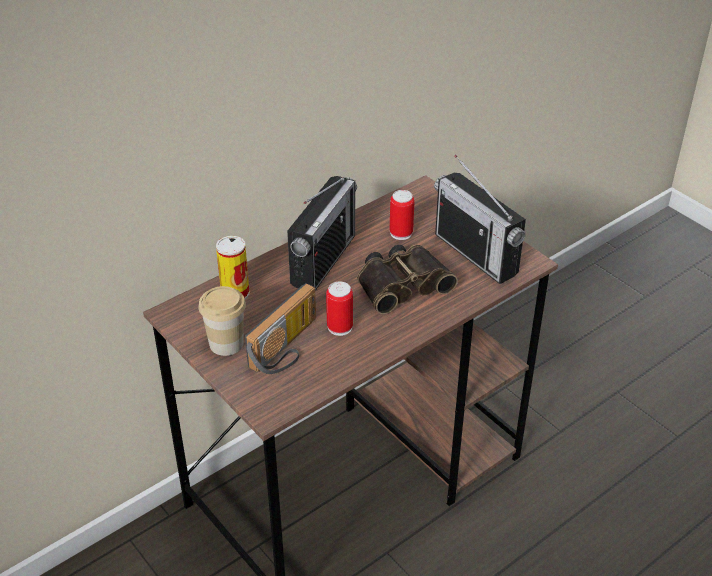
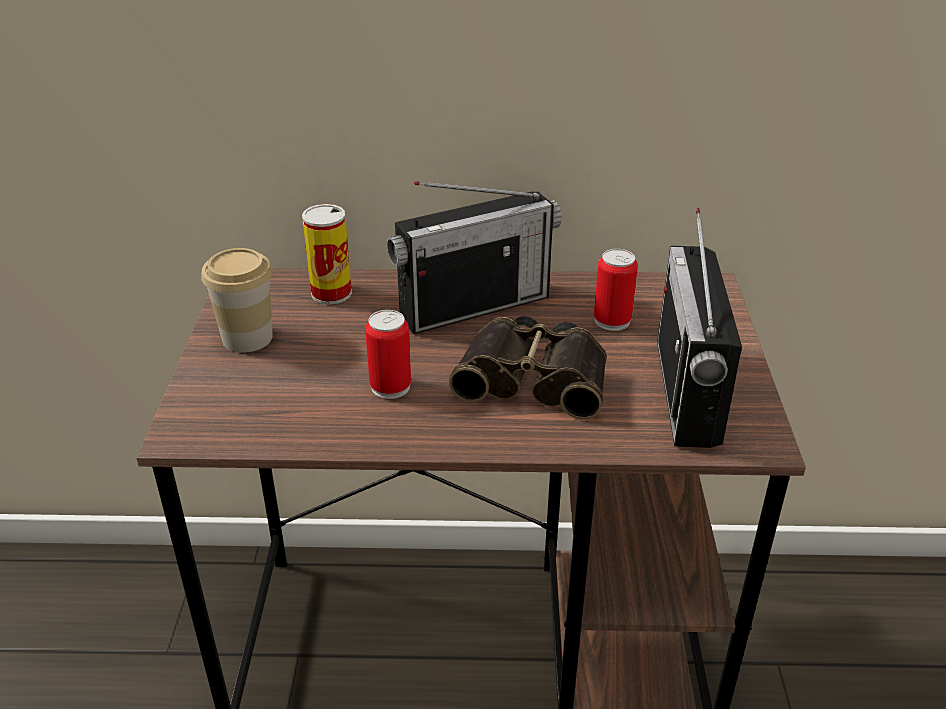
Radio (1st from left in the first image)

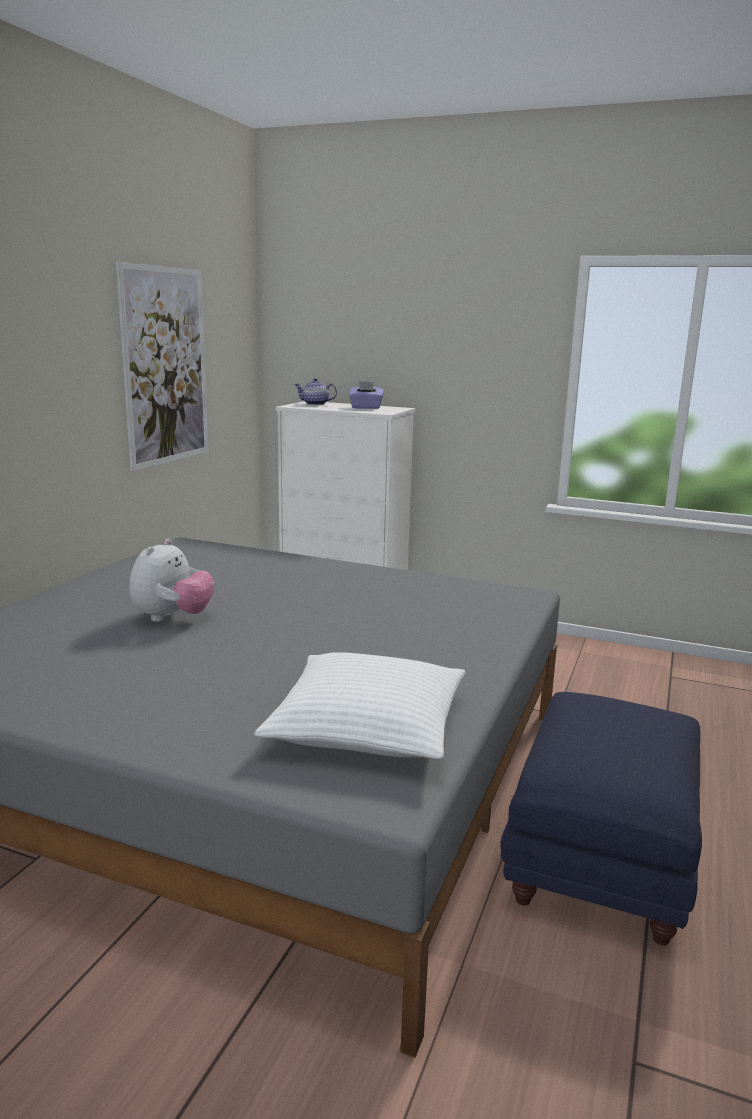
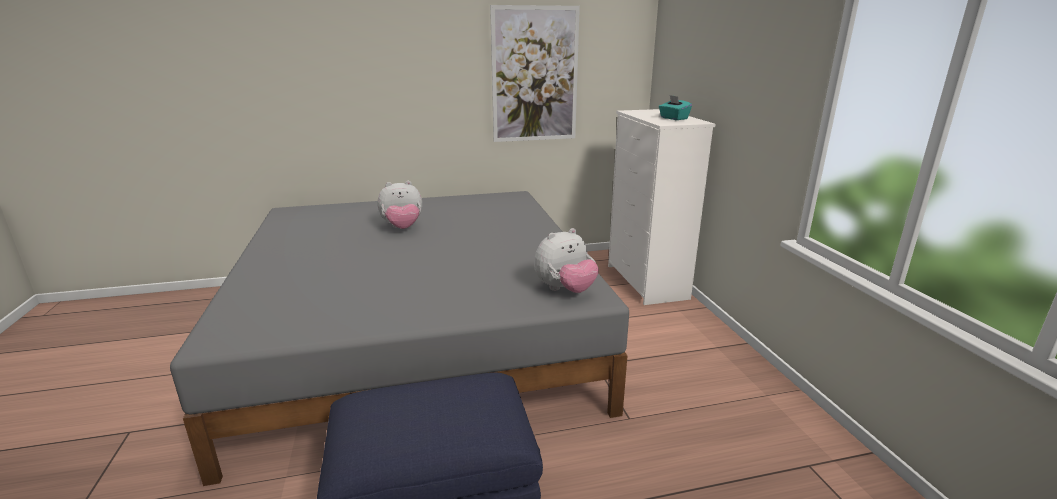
Plüschtier (2nd from left)
Taschentuchbox (türkis)
Kissen (weiß)
Teekanne

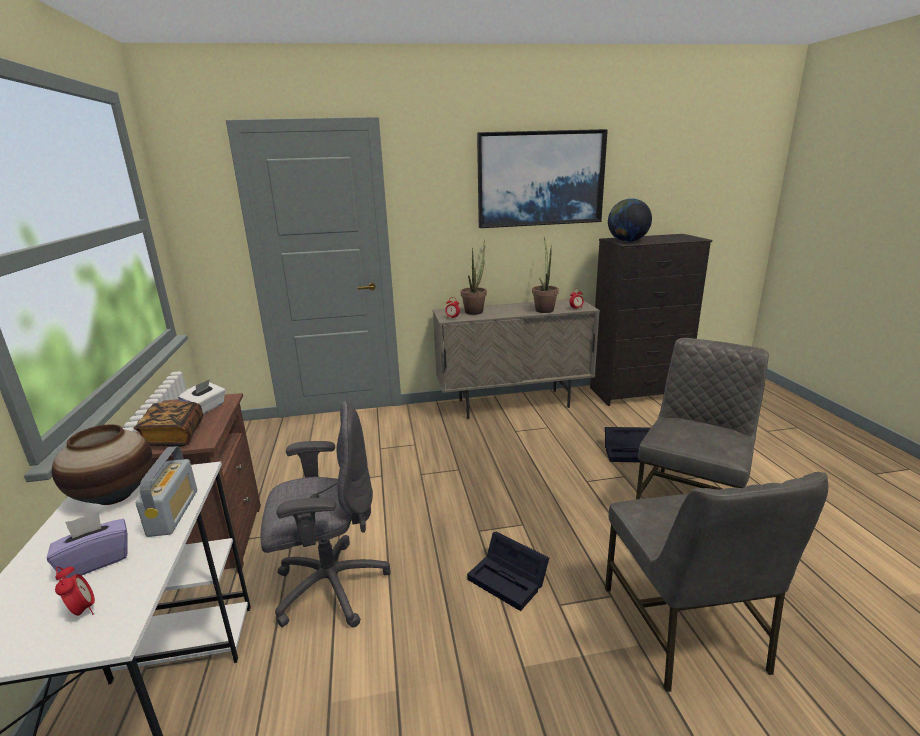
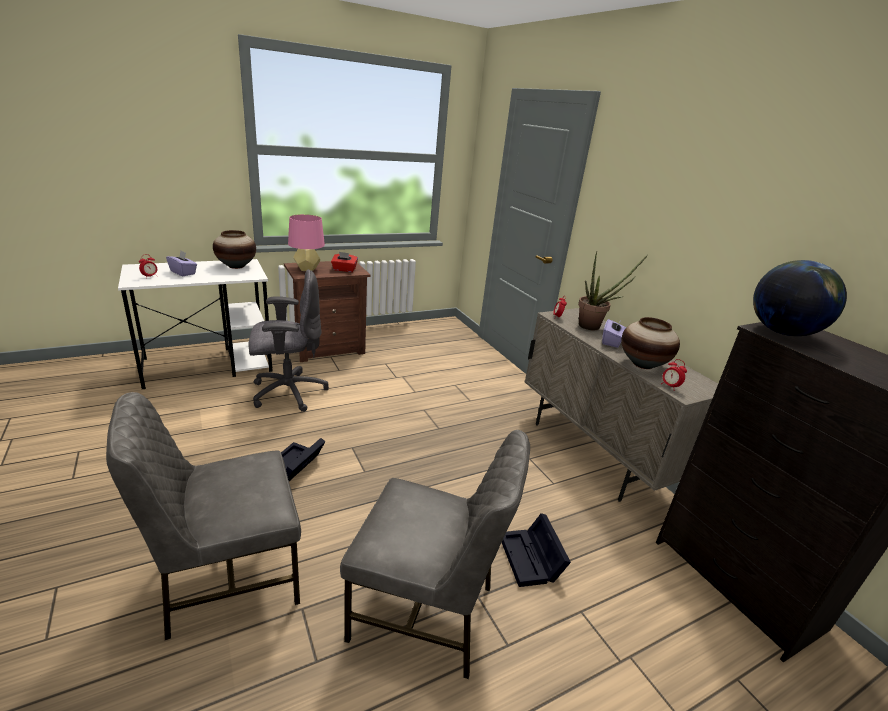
Bürostuhl (grau)
Tischlampe (rosa)
Taschentuchbox (rot)
Taschentuchbox (lila) (2nd from left)
Vase (2nd from left)
Radio
Bild

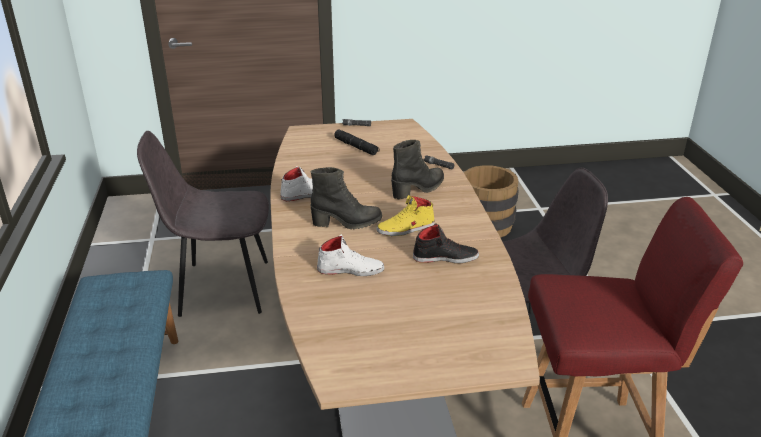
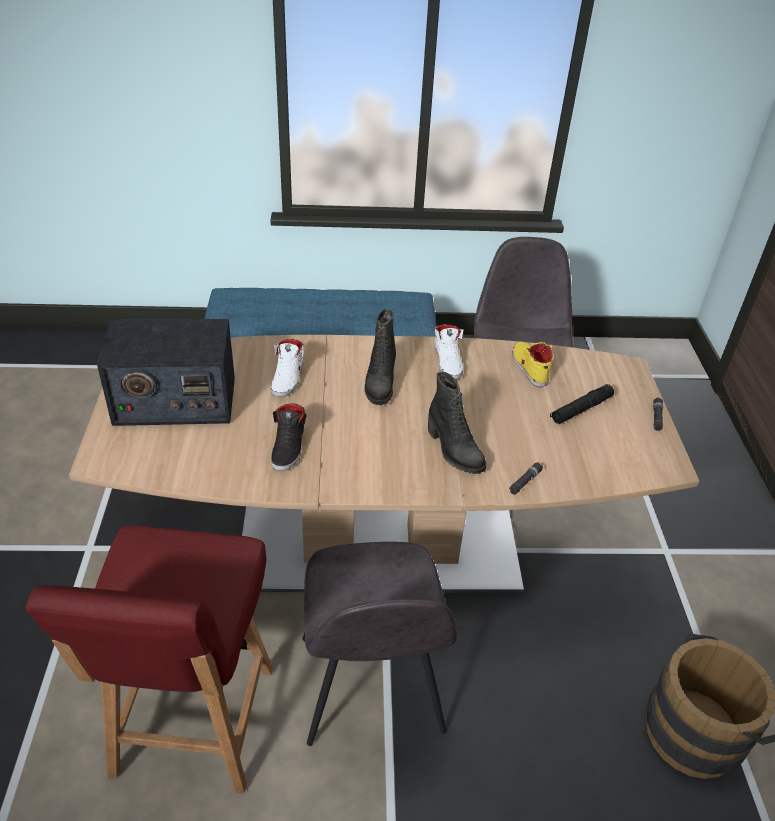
Radio
Schuh (gelb)

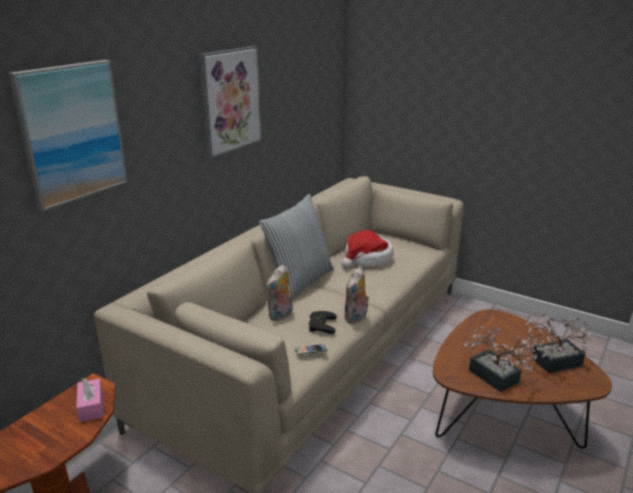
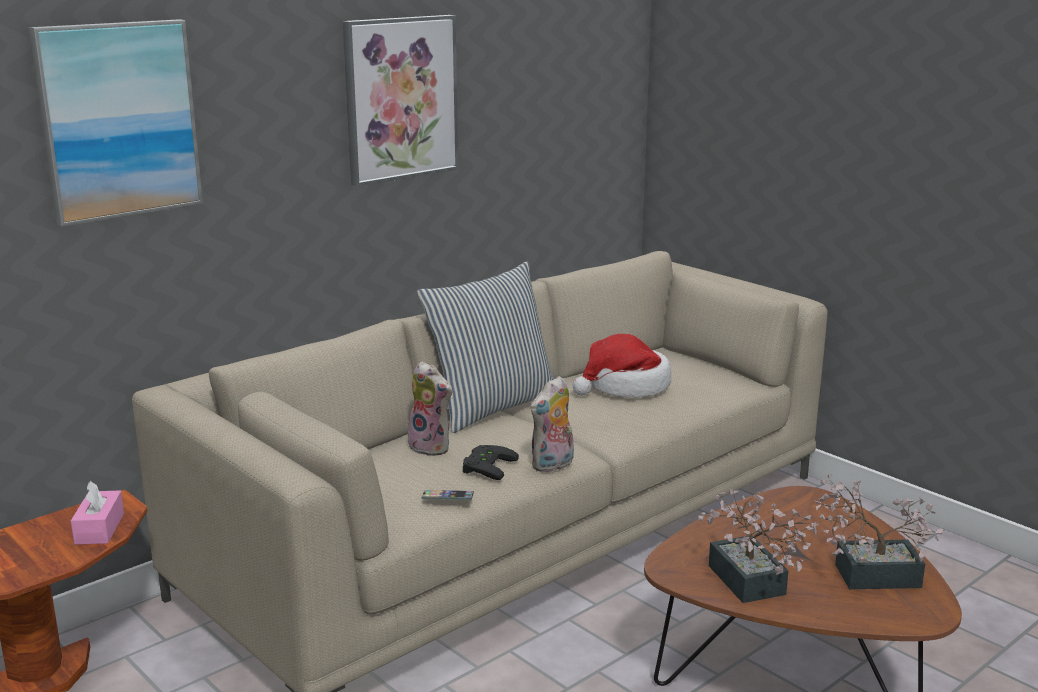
Plüschtier (1st from left)

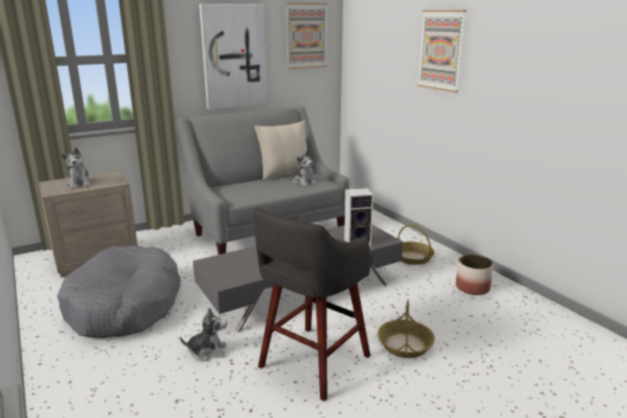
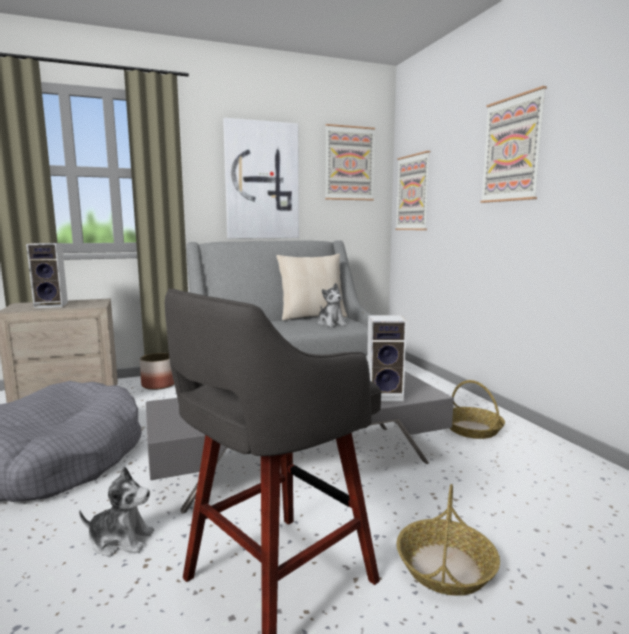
Lautsprecher (1st from left)
Pflanzkübel
Bild (3rd from left)

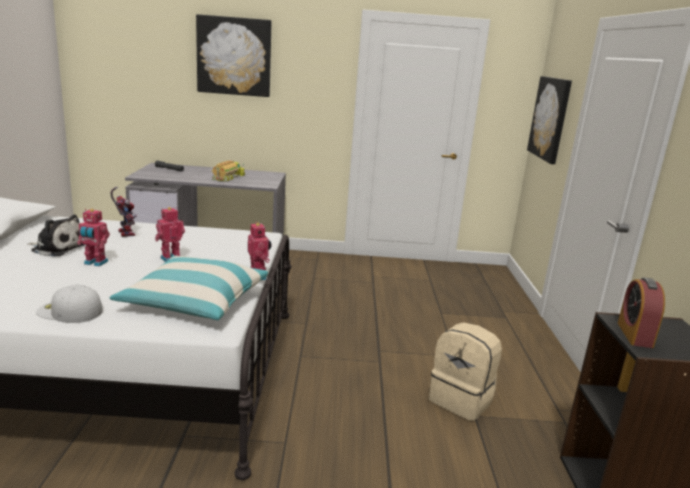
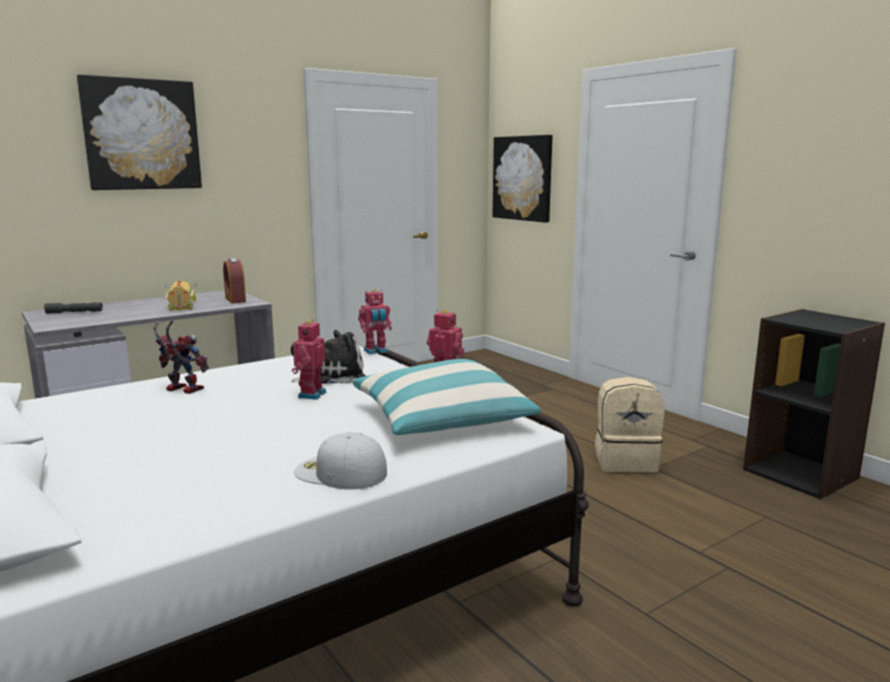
Wecker
Plüschtier
Kappe (weiß)
Spielzeugroboter (3rd from left)

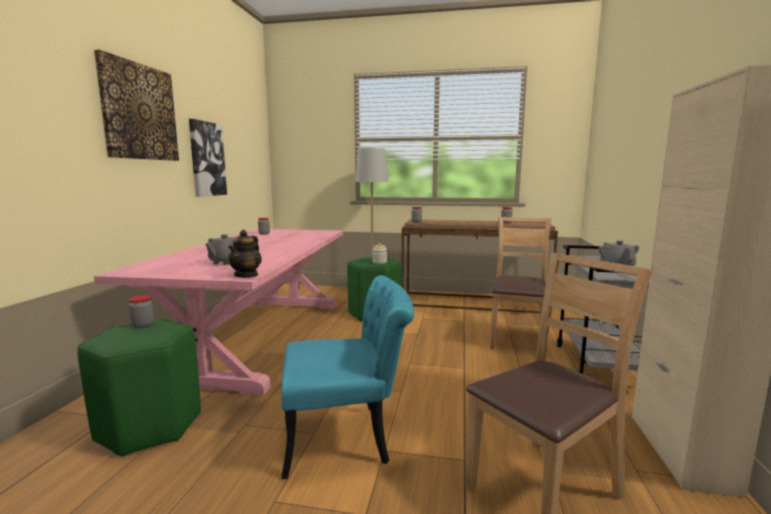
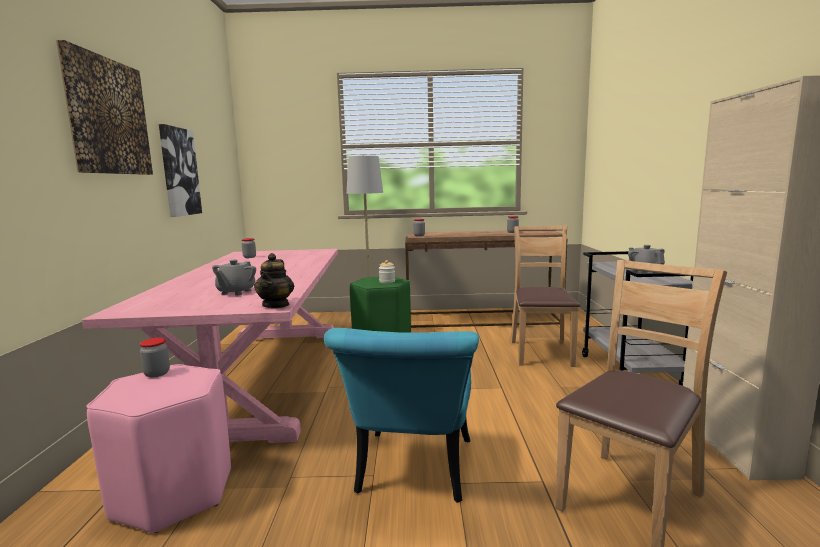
Hocker (rosa)
Stuhl (türkis)

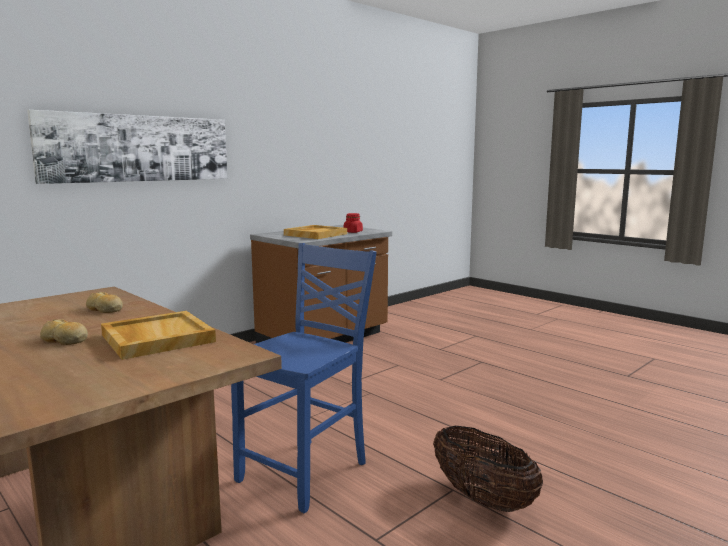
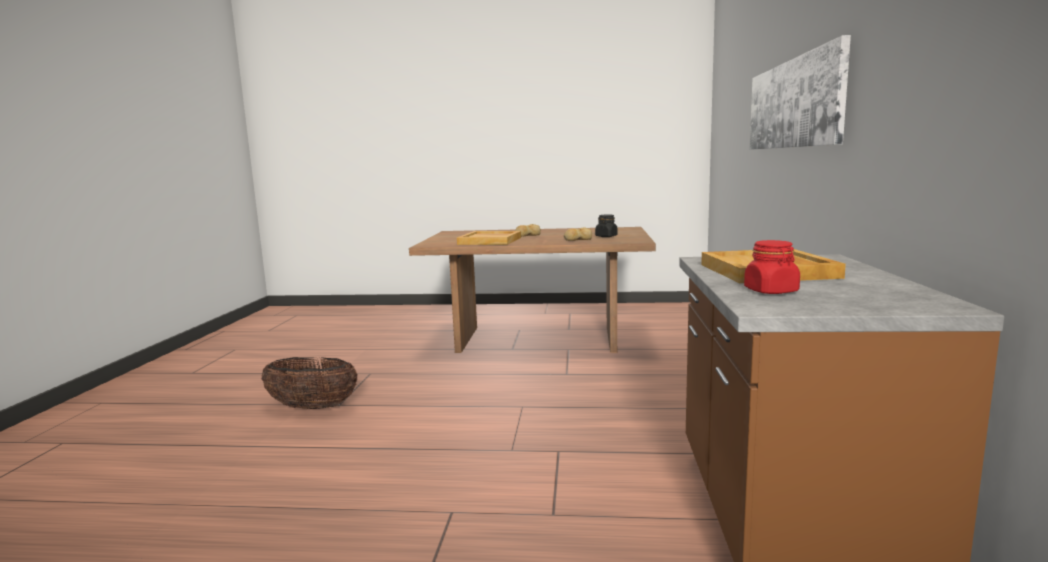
Vorratsglas (schwarz)
Stuhl (blau)

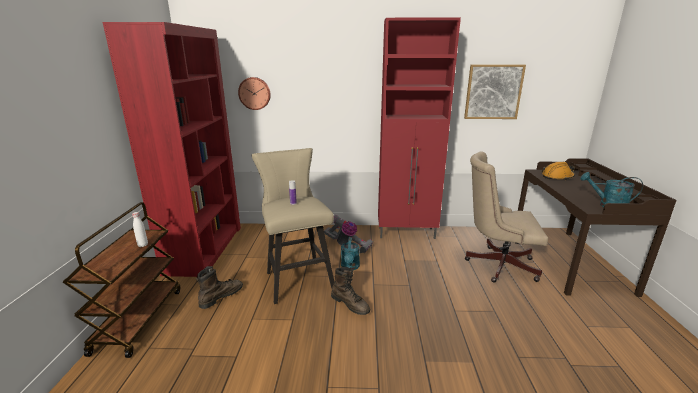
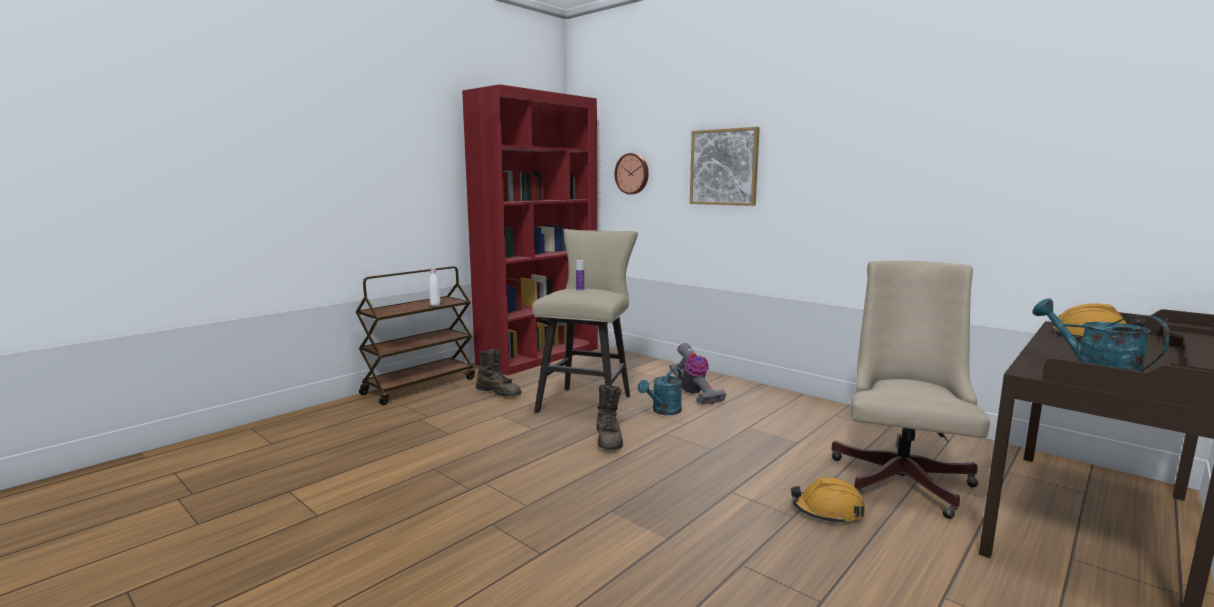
Stiefel (braun) (1st from left)
Bild
Schutzhelm (orange) (1st from left)
Bürostuhl (beige)
Schrank (rot)

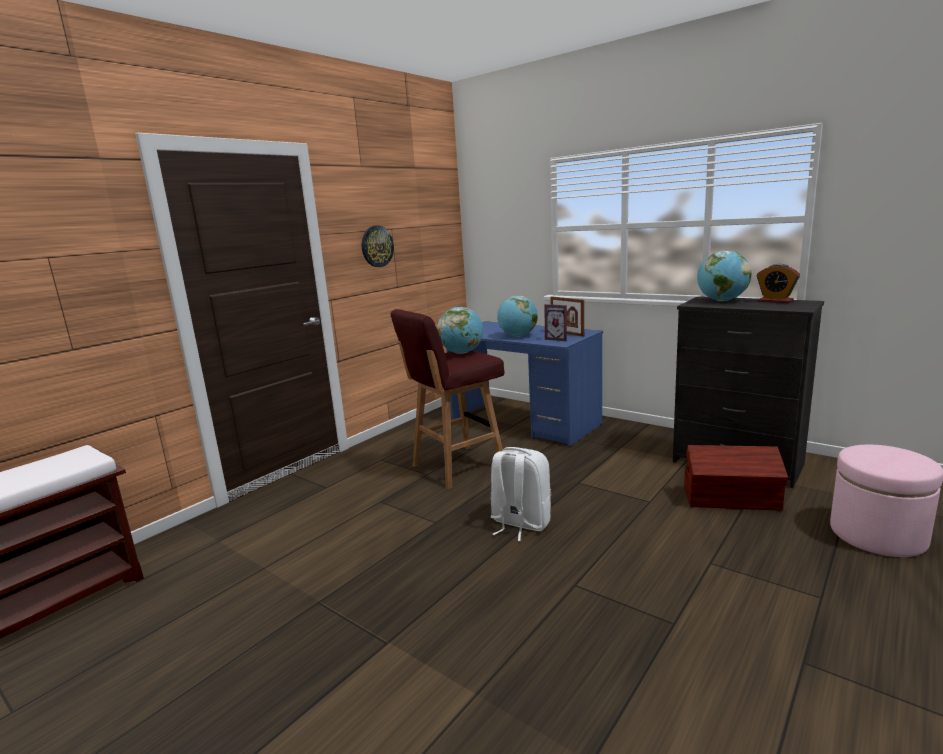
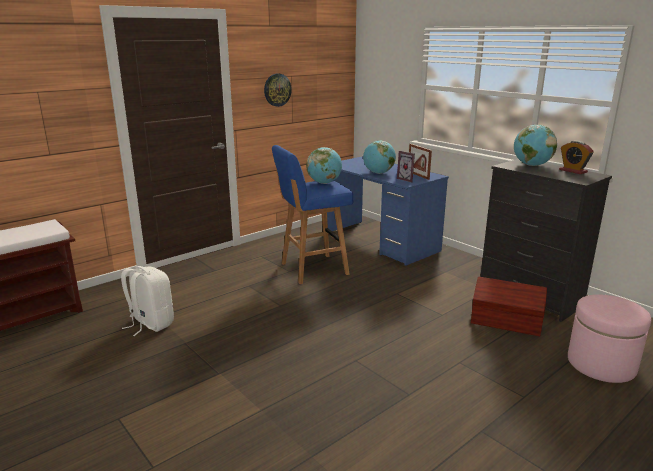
Rucksack (weiß)
Hocker (blau)

